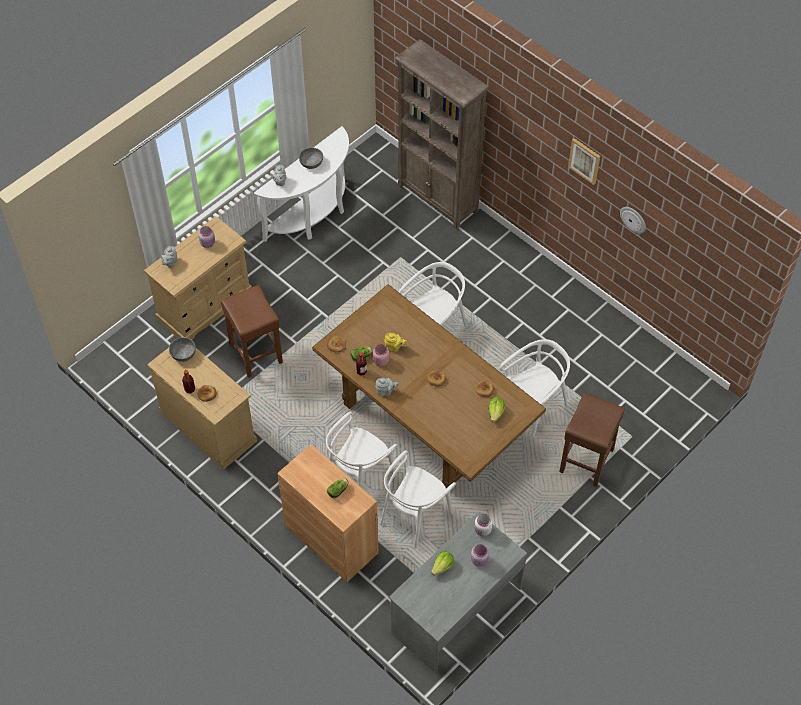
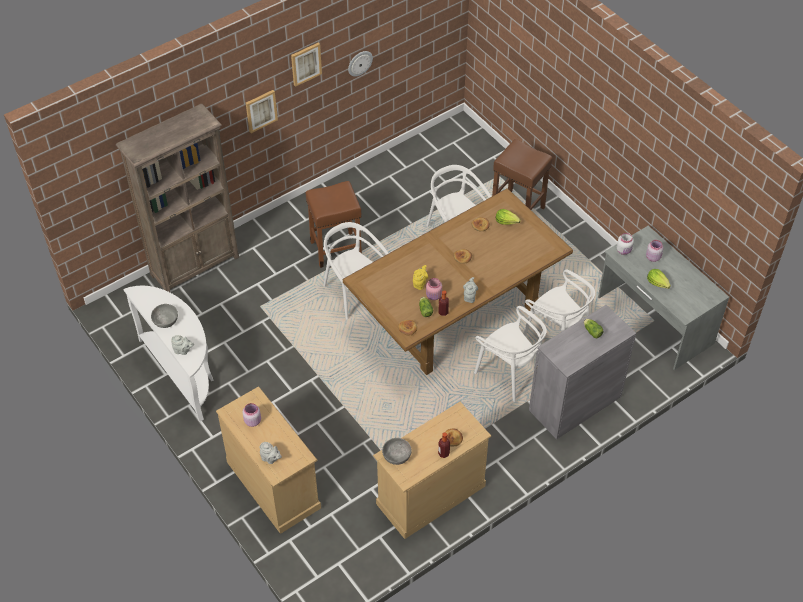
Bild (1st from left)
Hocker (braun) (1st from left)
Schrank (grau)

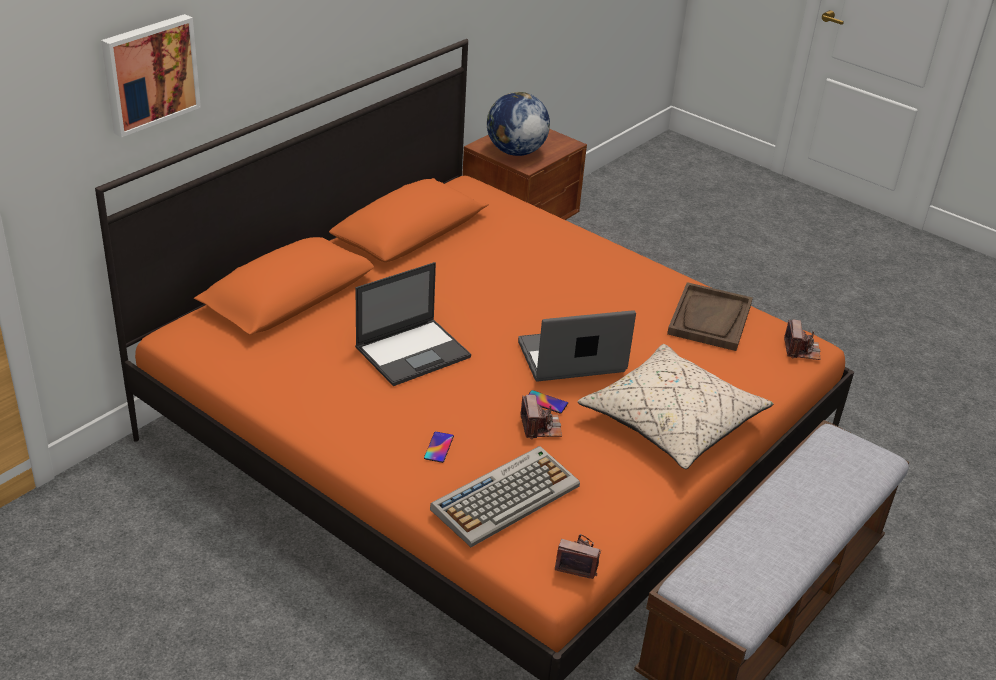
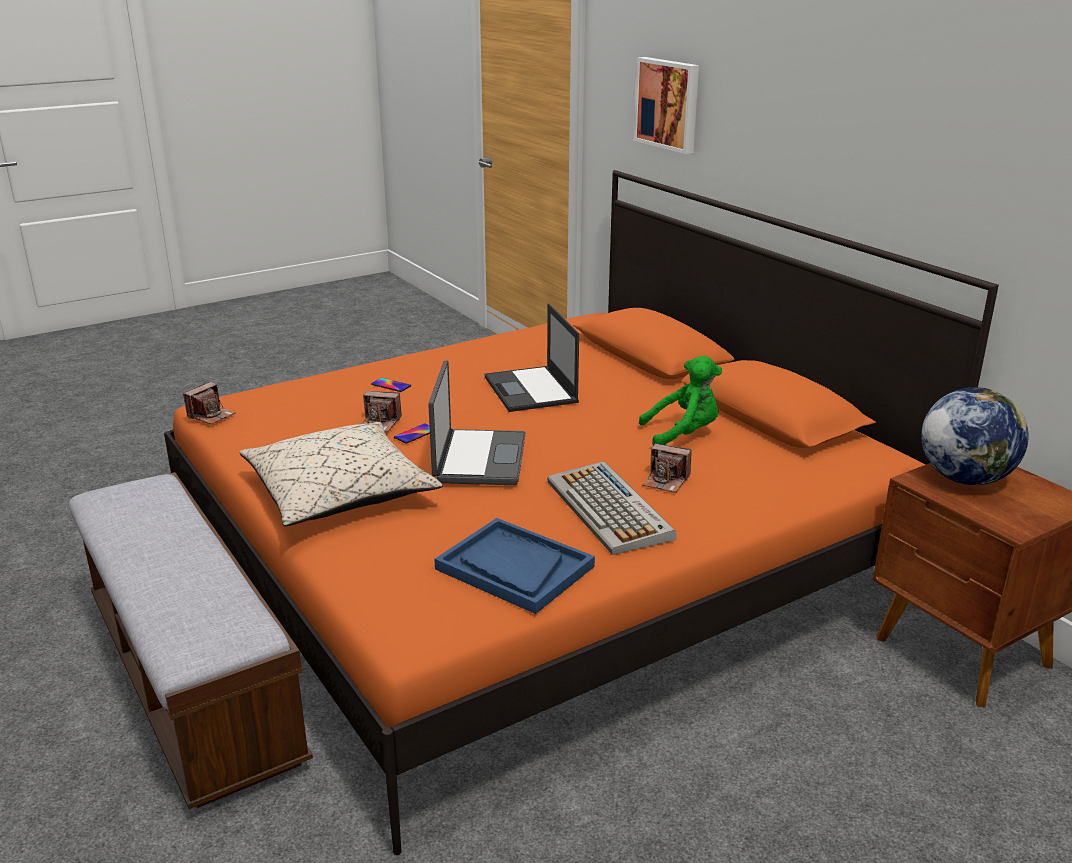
Tablett (blau)
Tastatur
Plüschtier (grün)
Kamera (3rd from left)

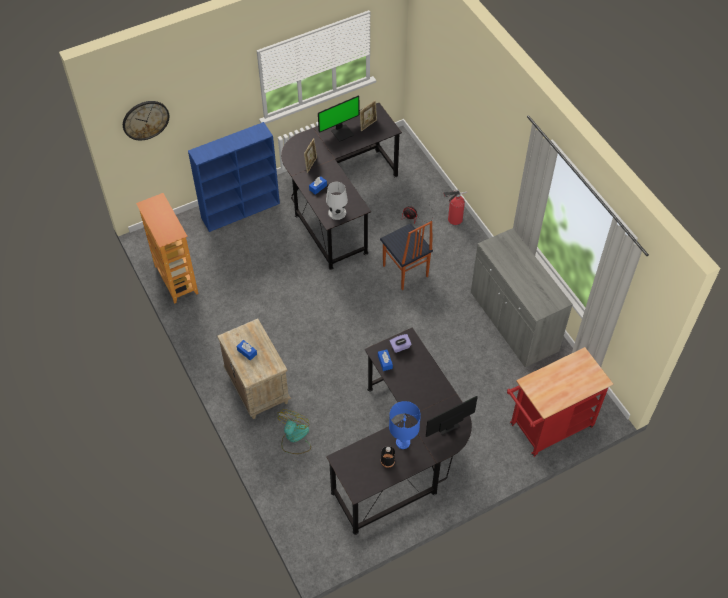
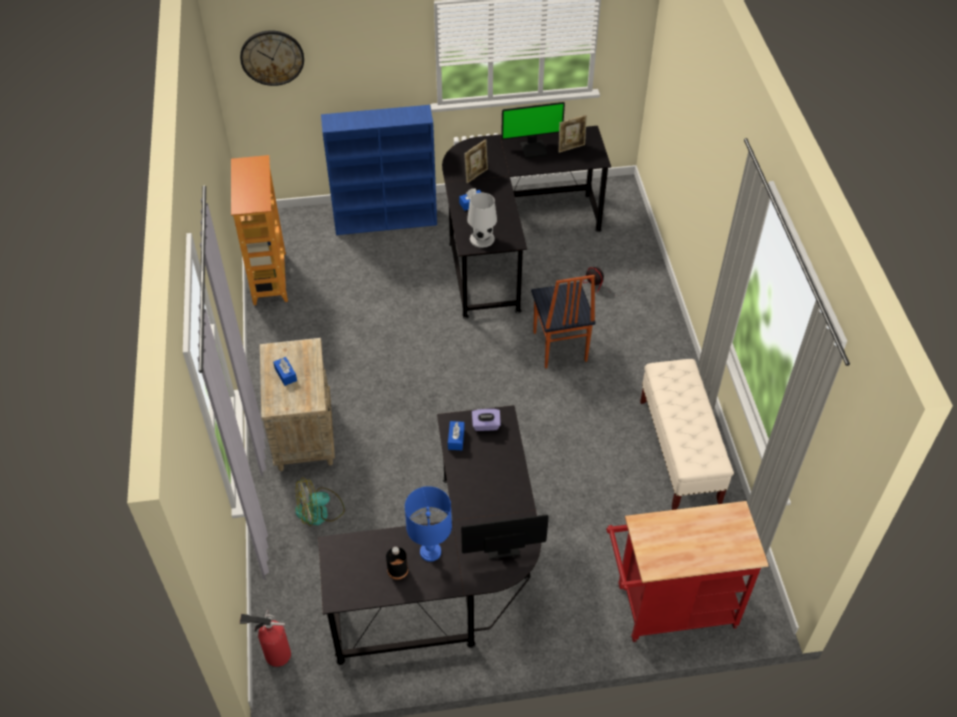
Feuerlöscher
Ventilator (1st from left)
Bank (beige)

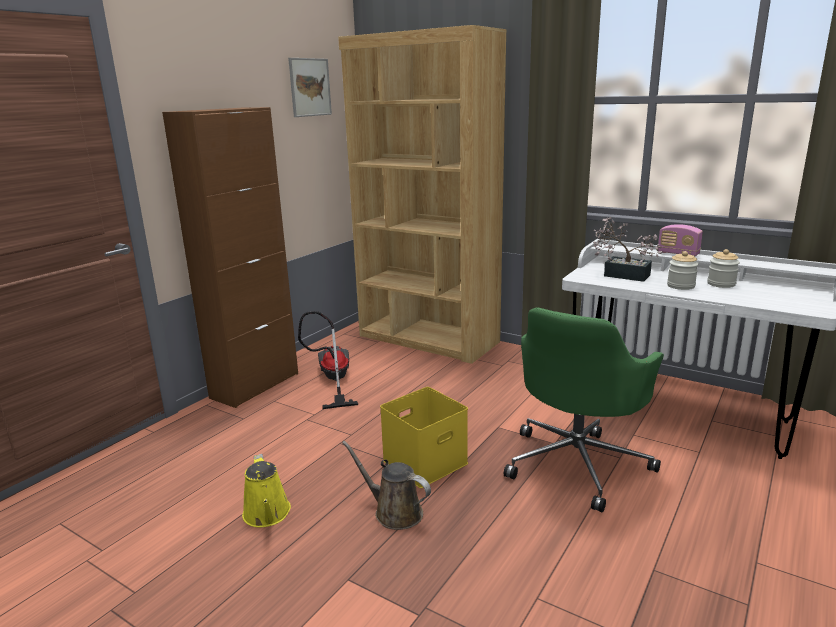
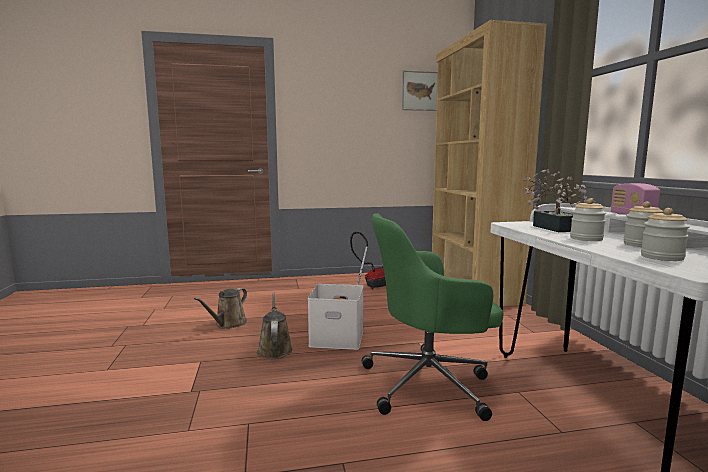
Gießkanne (braun) (1st from left)
Aufbewahrungsbox (weiß)
Vorratsglas (3rd from left)
Schrank (braun)

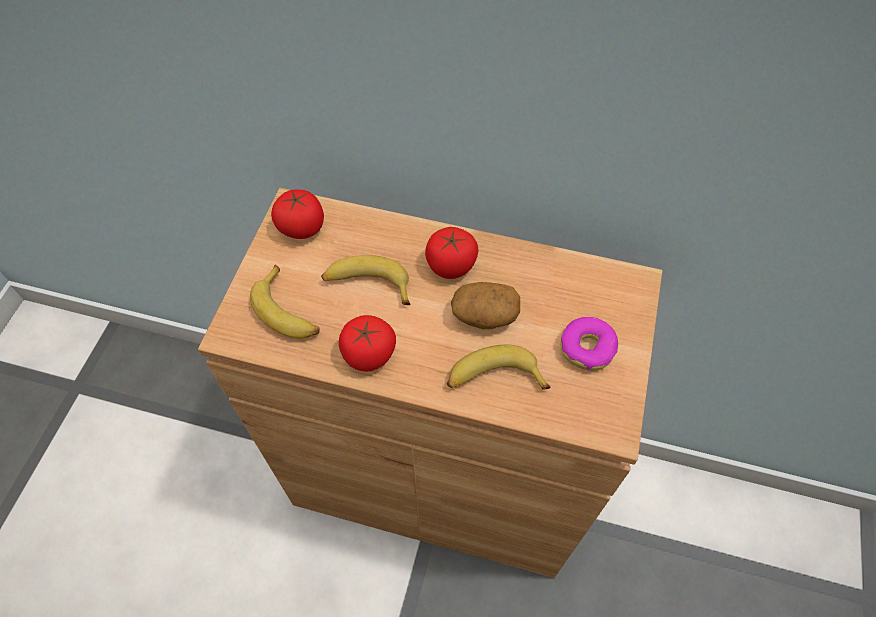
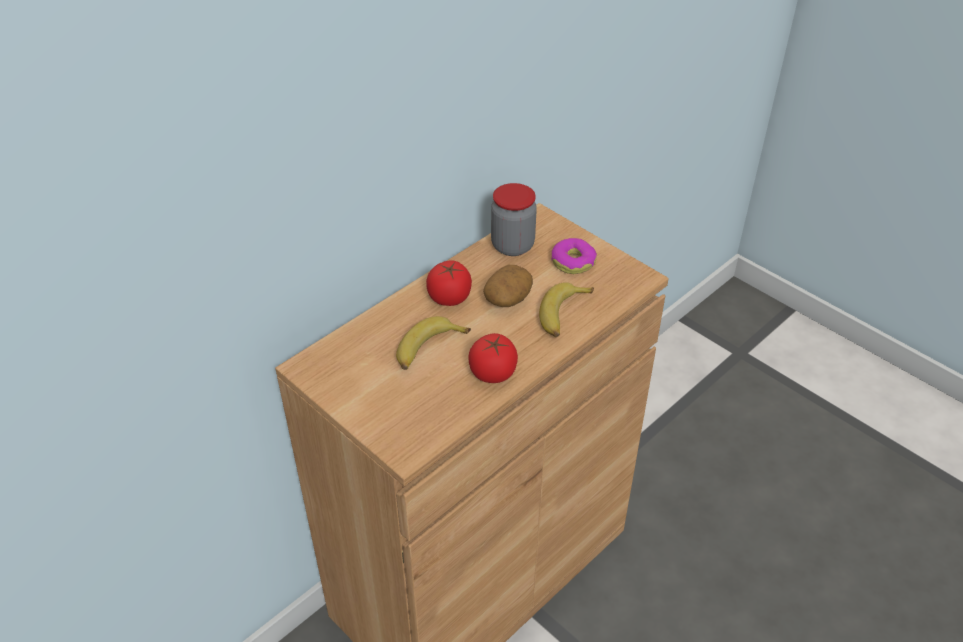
Vorratsglas
Banane (1st from left in the first image)
Tomate (1st from left in the first image)

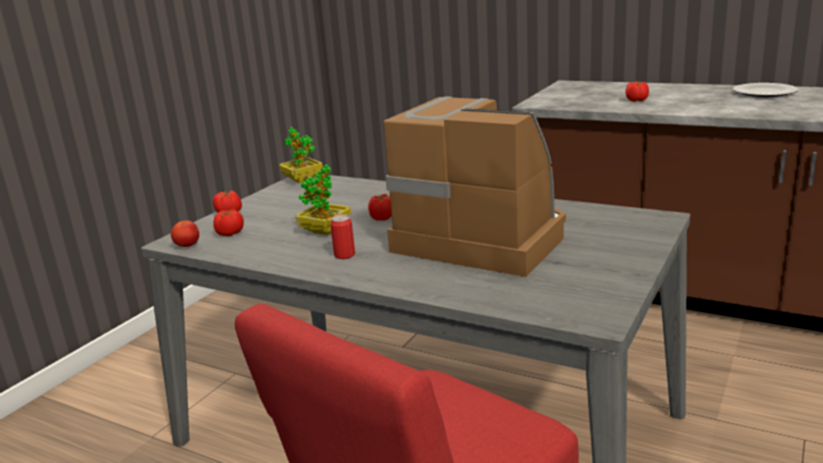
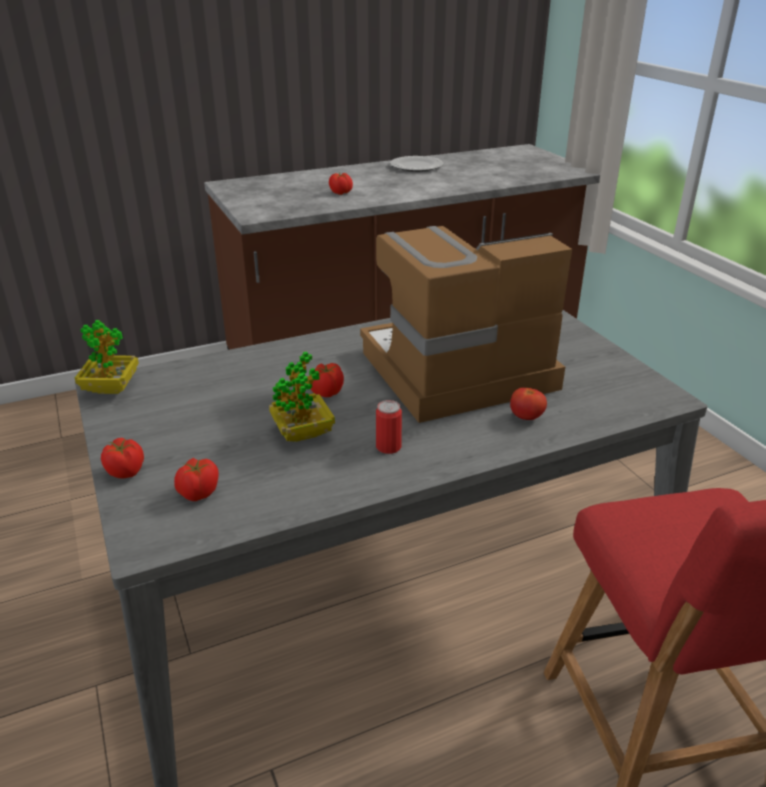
Tomate (5th from left)

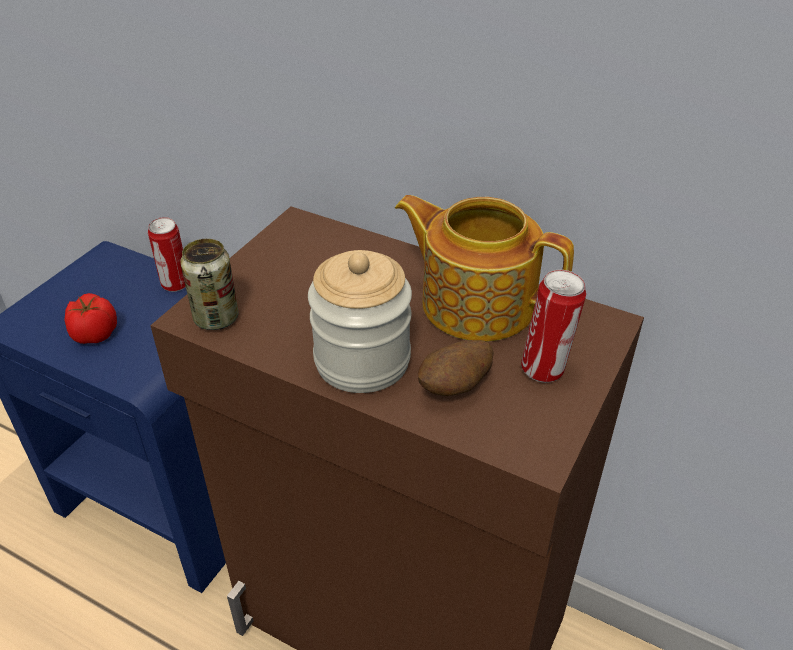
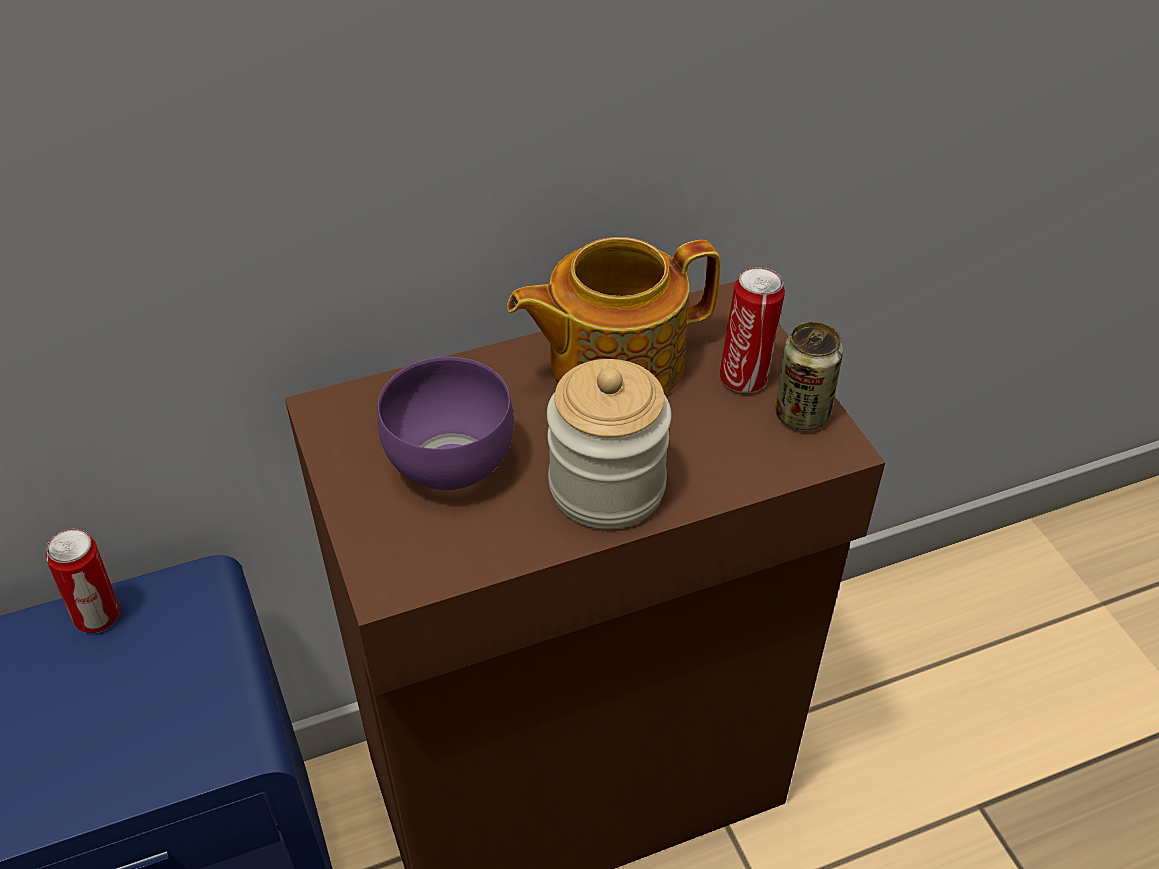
Schüssel (lila)
Dose (3rd from left)
Tomate
Kartoffel

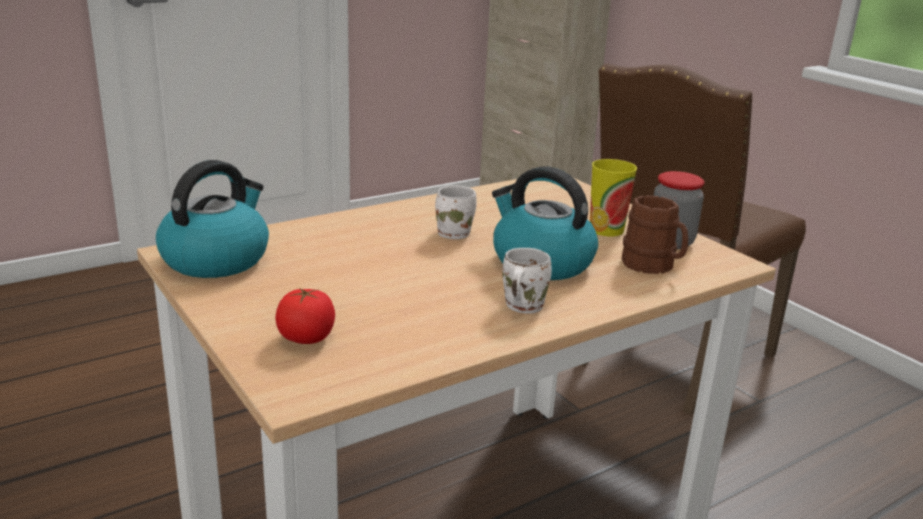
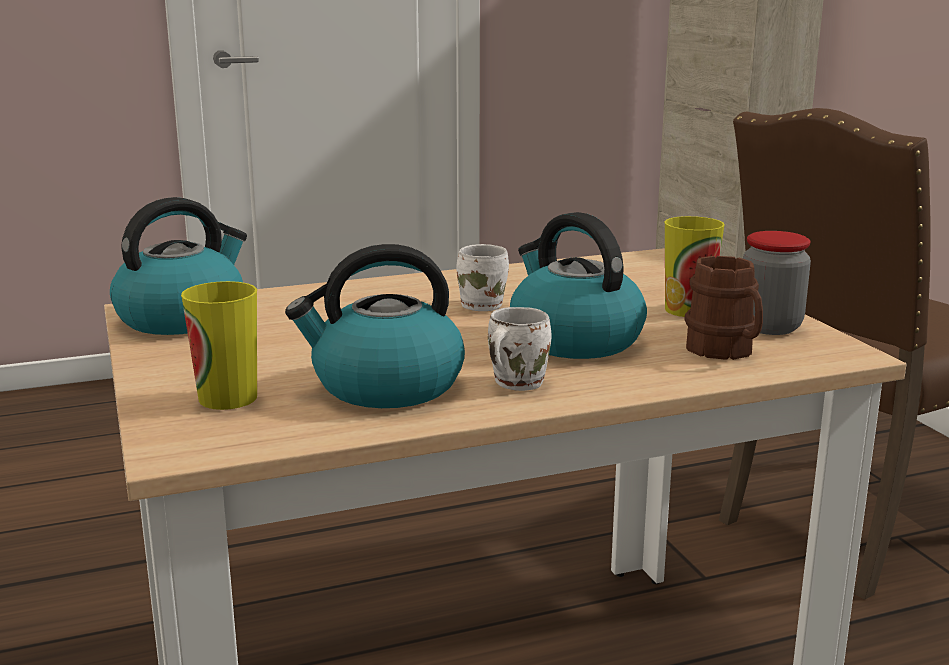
Tasse (1st from left)
Wasserkessel (2nd from left)

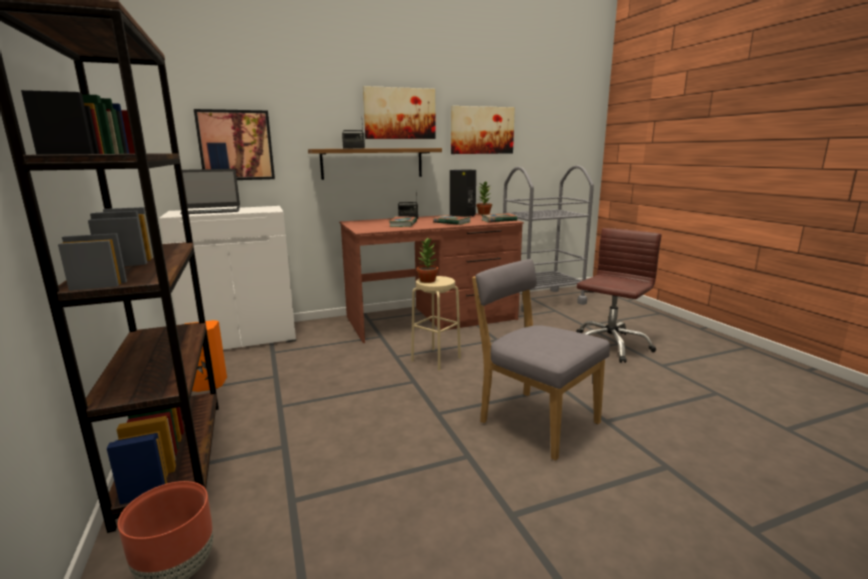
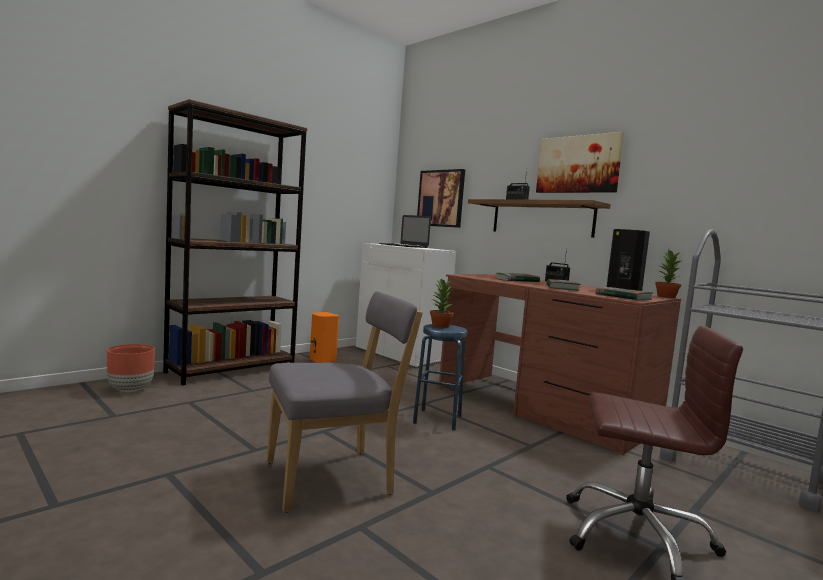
Stuhl (grau)
Hocker (blau)
Bild (3rd from left in the first image)

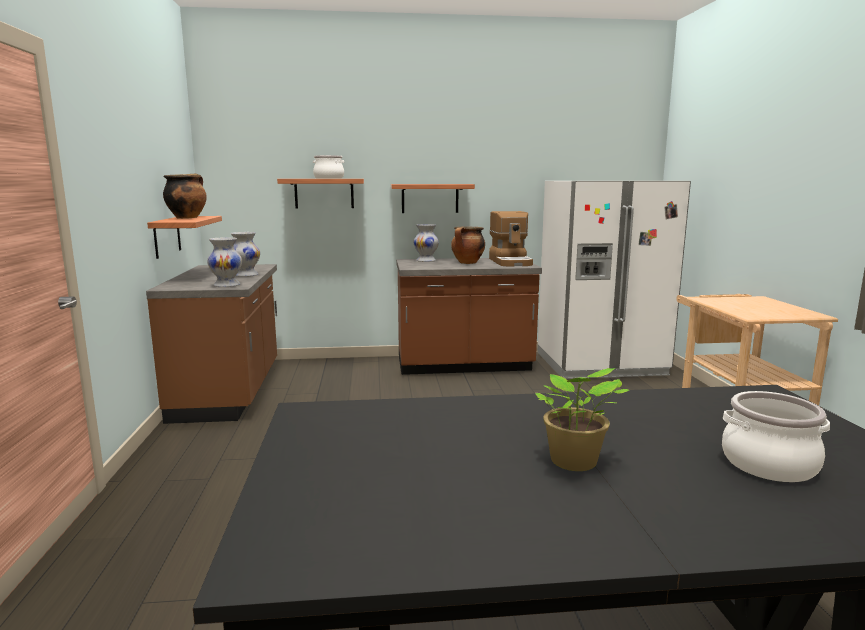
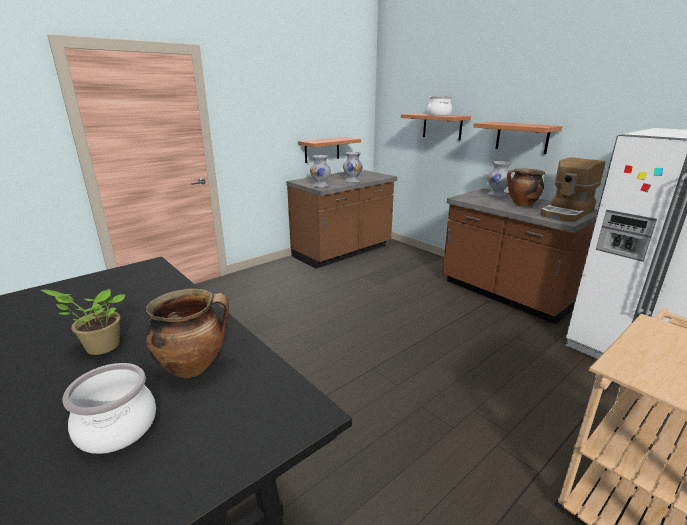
Kochtopf (2nd from left)

